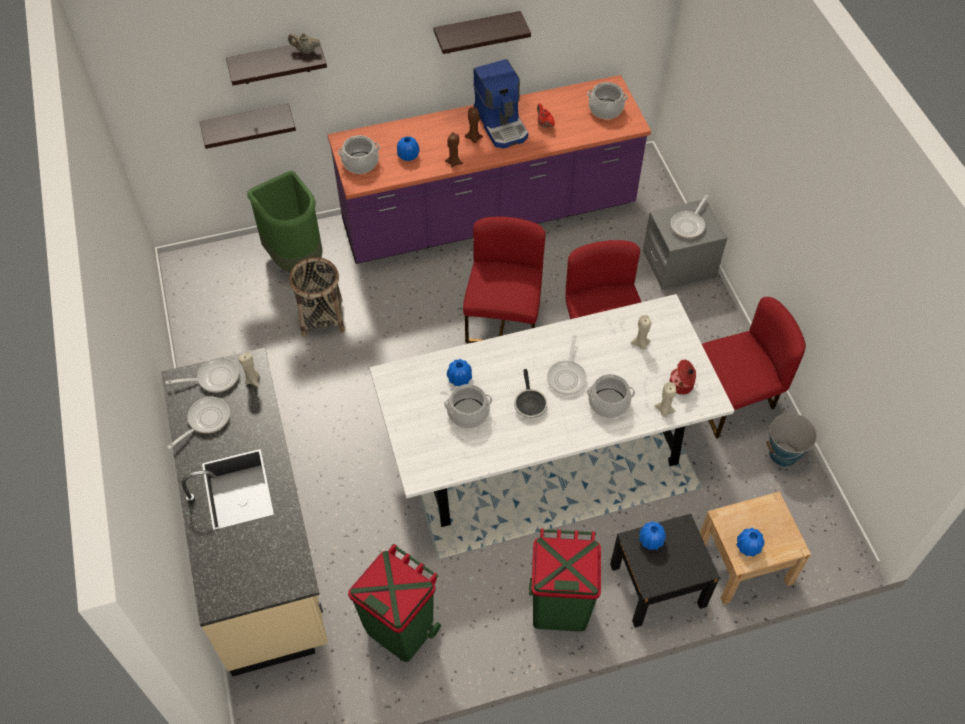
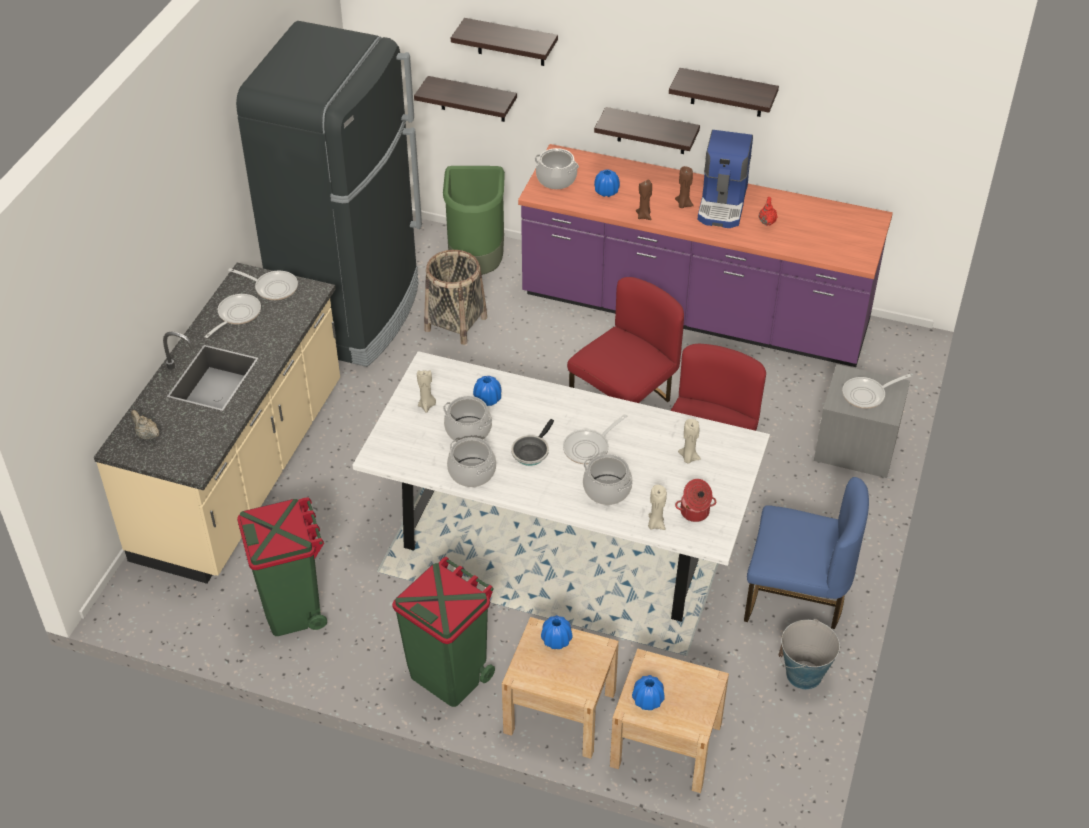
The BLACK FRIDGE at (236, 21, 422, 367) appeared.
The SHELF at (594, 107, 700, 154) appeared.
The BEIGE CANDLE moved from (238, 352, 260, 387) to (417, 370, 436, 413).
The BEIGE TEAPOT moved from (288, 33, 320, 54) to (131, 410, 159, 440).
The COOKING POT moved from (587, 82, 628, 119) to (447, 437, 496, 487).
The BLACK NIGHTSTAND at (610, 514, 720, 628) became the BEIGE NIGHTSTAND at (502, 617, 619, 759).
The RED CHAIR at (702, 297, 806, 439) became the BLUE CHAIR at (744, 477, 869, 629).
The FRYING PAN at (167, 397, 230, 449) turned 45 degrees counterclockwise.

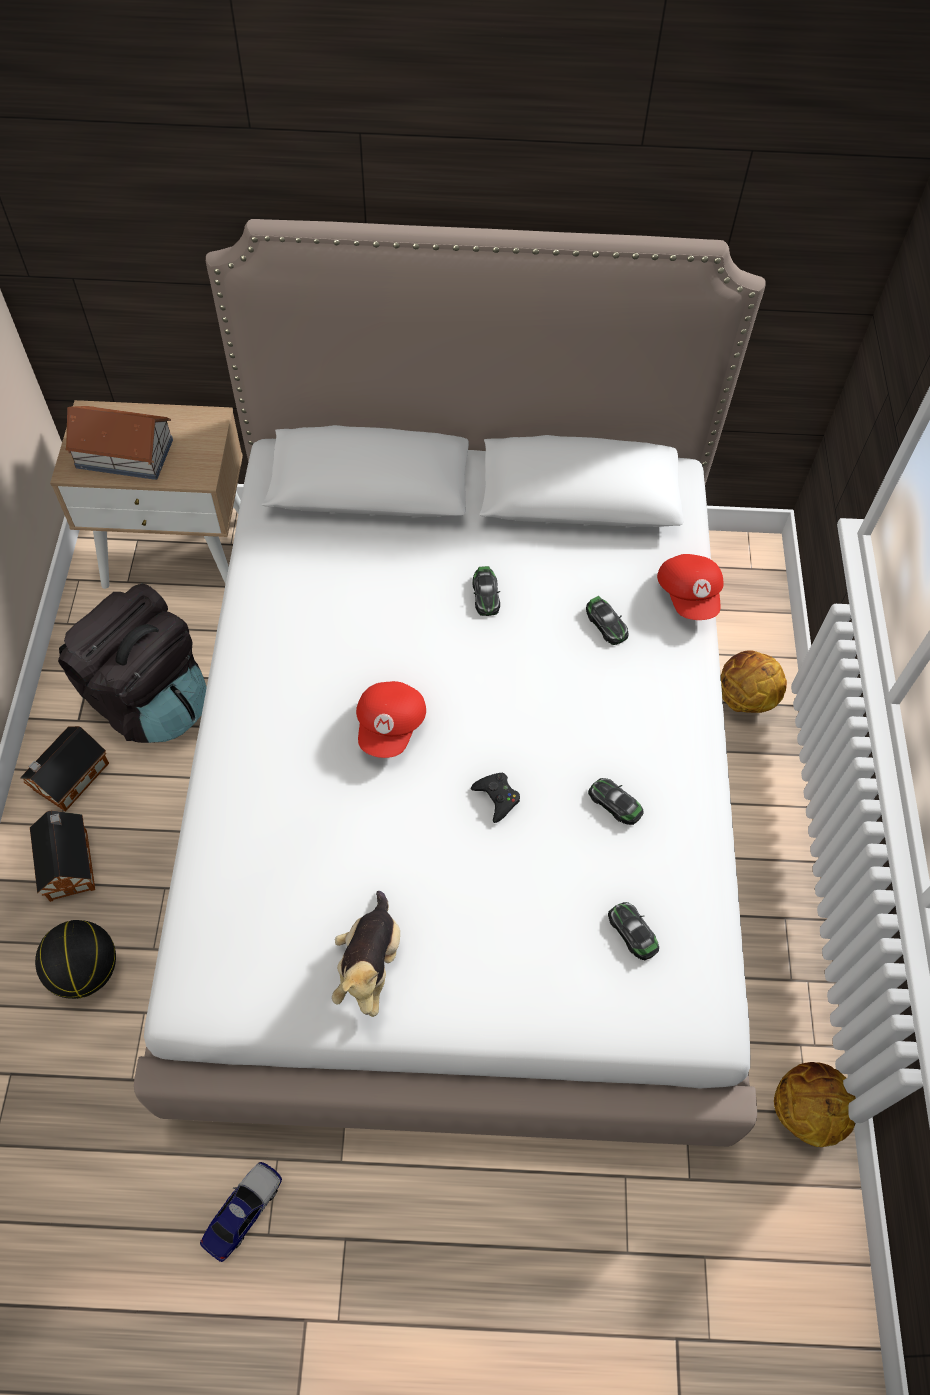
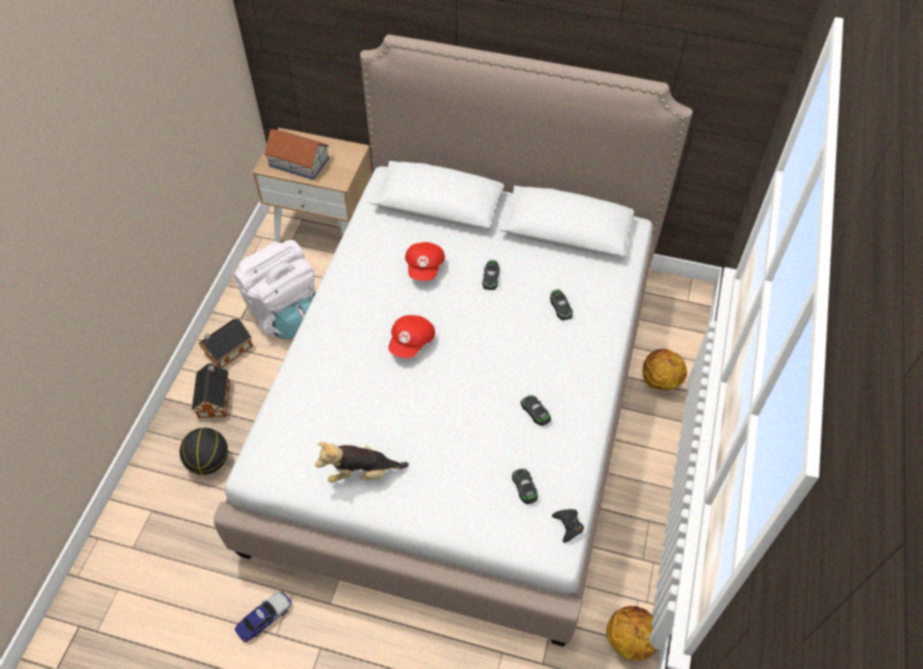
The BLACK GAME CONTROLLER moved from (471, 773, 520, 823) to (552, 509, 584, 543).
The RED CAP moved from (657, 554, 724, 620) to (405, 242, 445, 281).
The BLACK BACKPACK at (58, 584, 207, 743) became the WHITE BACKPACK at (233, 240, 315, 339).
The PLUSH TOY at (332, 891, 400, 1017) turned 60 degrees clockwise.

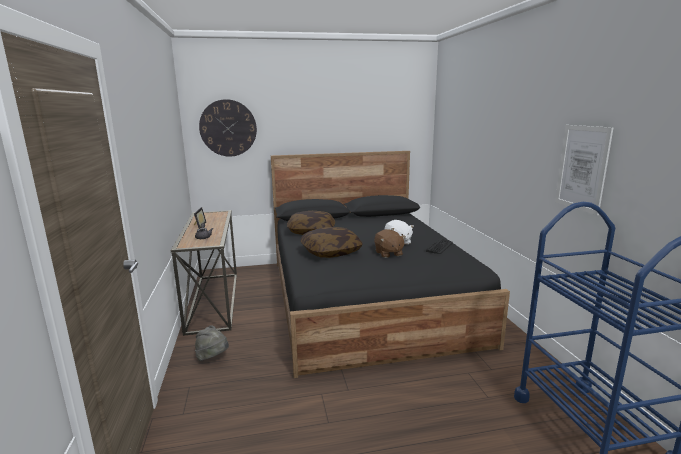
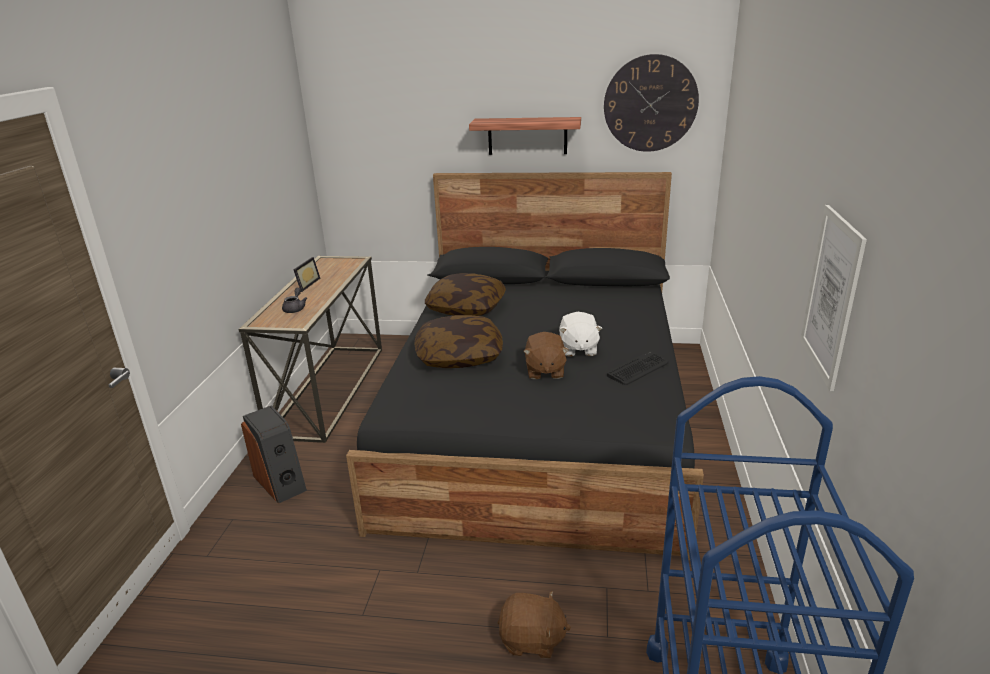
The SHELF at (469, 117, 581, 155) appeared.
The BROWN PLUSH TOY at (498, 591, 571, 658) appeared.
The WALL CLOCK moved from (199, 99, 257, 157) to (604, 54, 699, 152).
The GREY HAT at (195, 325, 229, 361) was replaced by the SPEAKER at (241, 405, 307, 504).

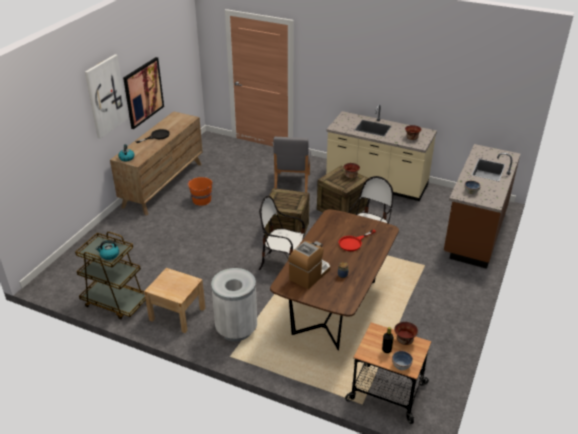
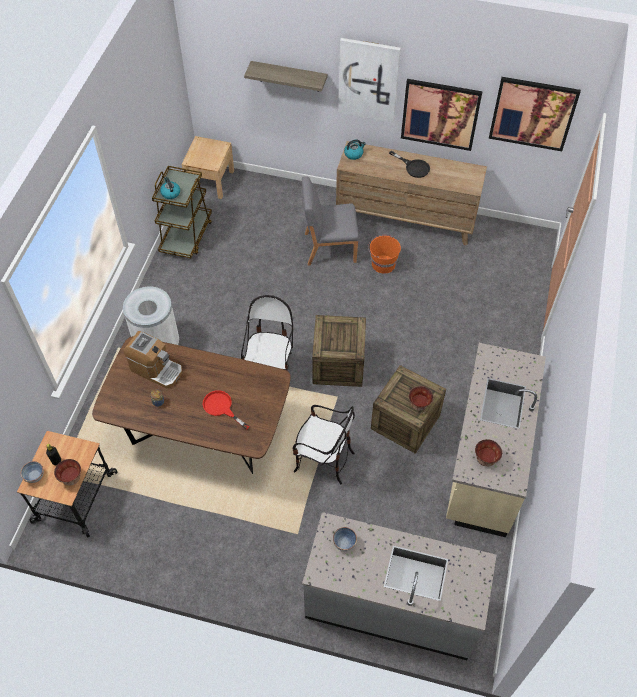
The SHELF at (244, 61, 328, 92) appeared.
The PICTURE at (489, 77, 581, 151) appeared.
The BEIGE NIGHTSTAND moved from (144, 268, 205, 333) to (181, 136, 234, 199).
The GREY CHAIR moved from (273, 137, 311, 193) to (302, 176, 359, 266).
The BROWN COUNTER at (444, 144, 520, 269) became the GREY COUNTER at (302, 512, 497, 660).

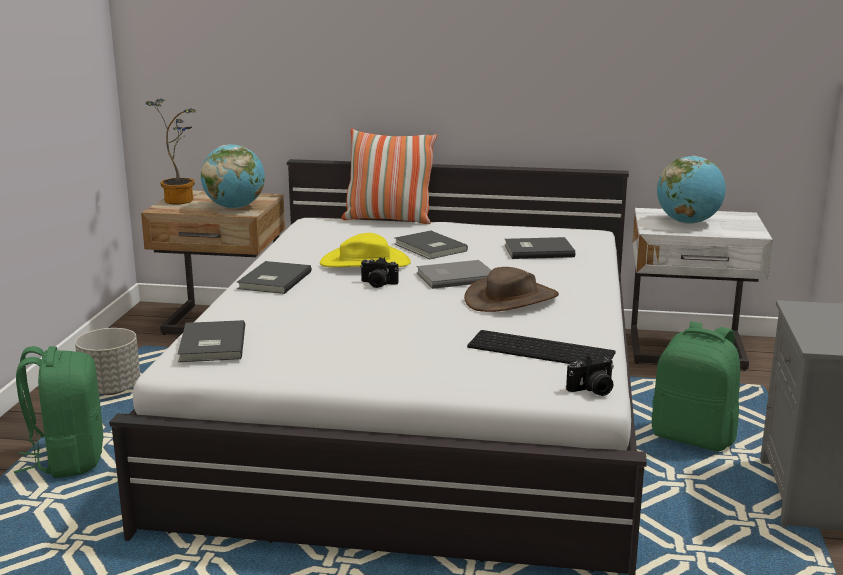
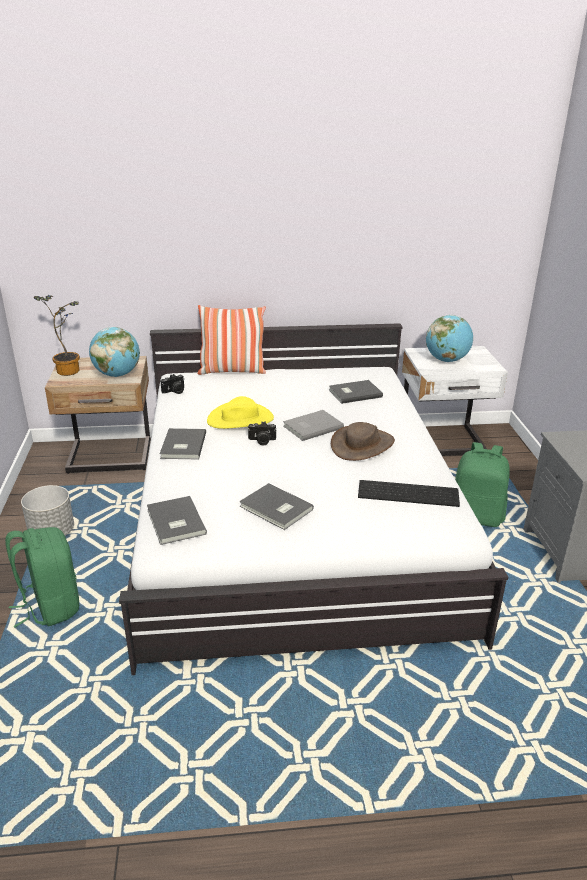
The GREY BOOK moved from (395, 230, 468, 259) to (239, 483, 314, 530).
The PHOTO CAMERA moved from (566, 355, 614, 396) to (161, 374, 184, 394).

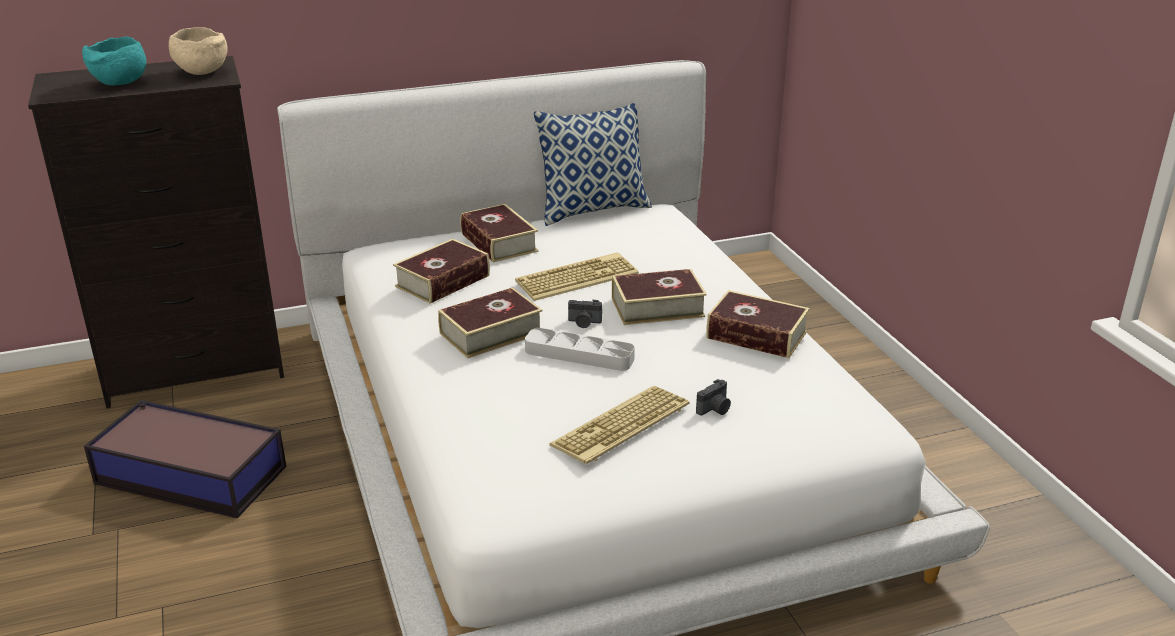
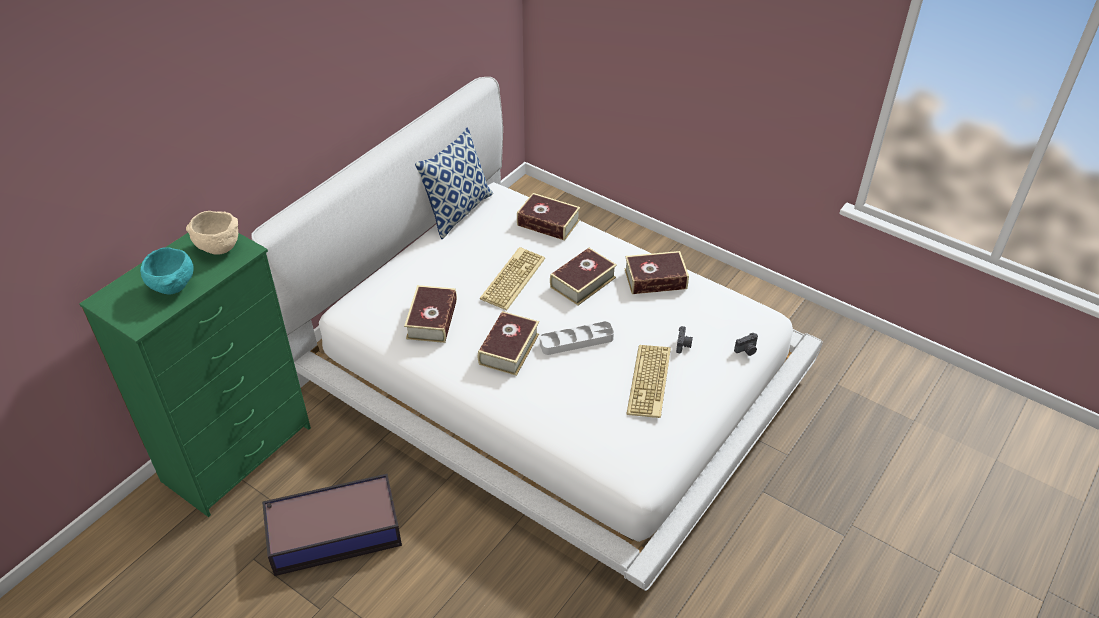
The BOOK moved from (460, 204, 538, 262) to (517, 193, 580, 241).
The PHOTO CAMERA moved from (568, 300, 602, 328) to (734, 333, 758, 356).
The BLACK DRESSER at (28, 56, 284, 408) became the GREEN DRESSER at (79, 233, 311, 517).

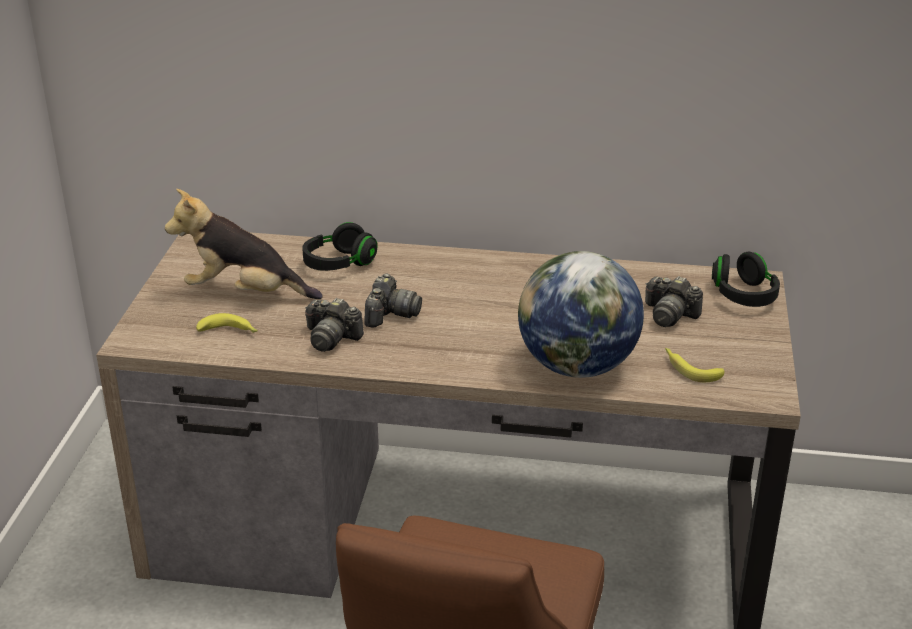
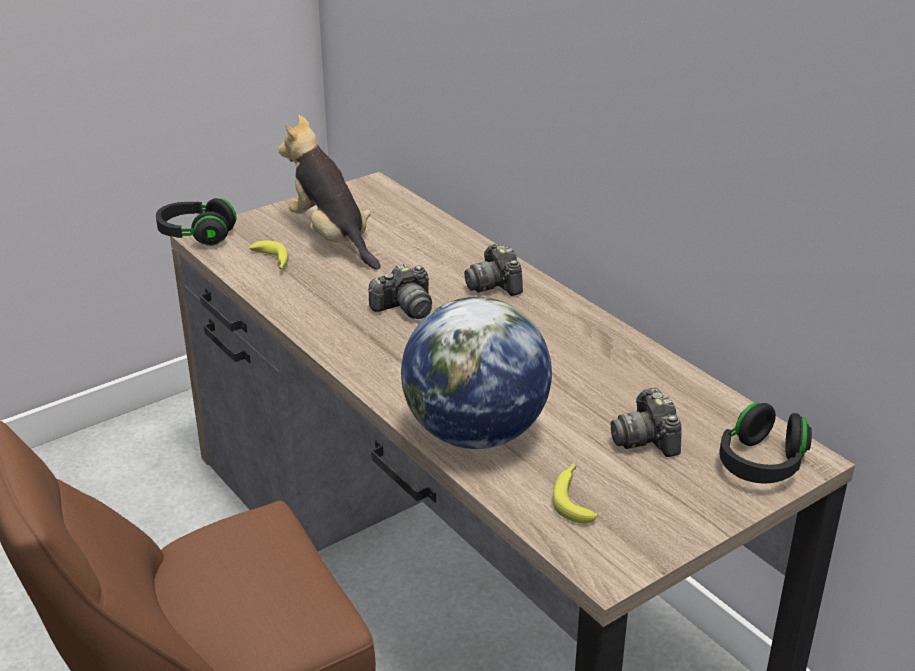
The BLACK HEADPHONES moved from (302, 222, 377, 271) to (156, 198, 237, 246).
The PHOTO CAMERA moved from (305, 298, 364, 352) to (464, 243, 523, 296).

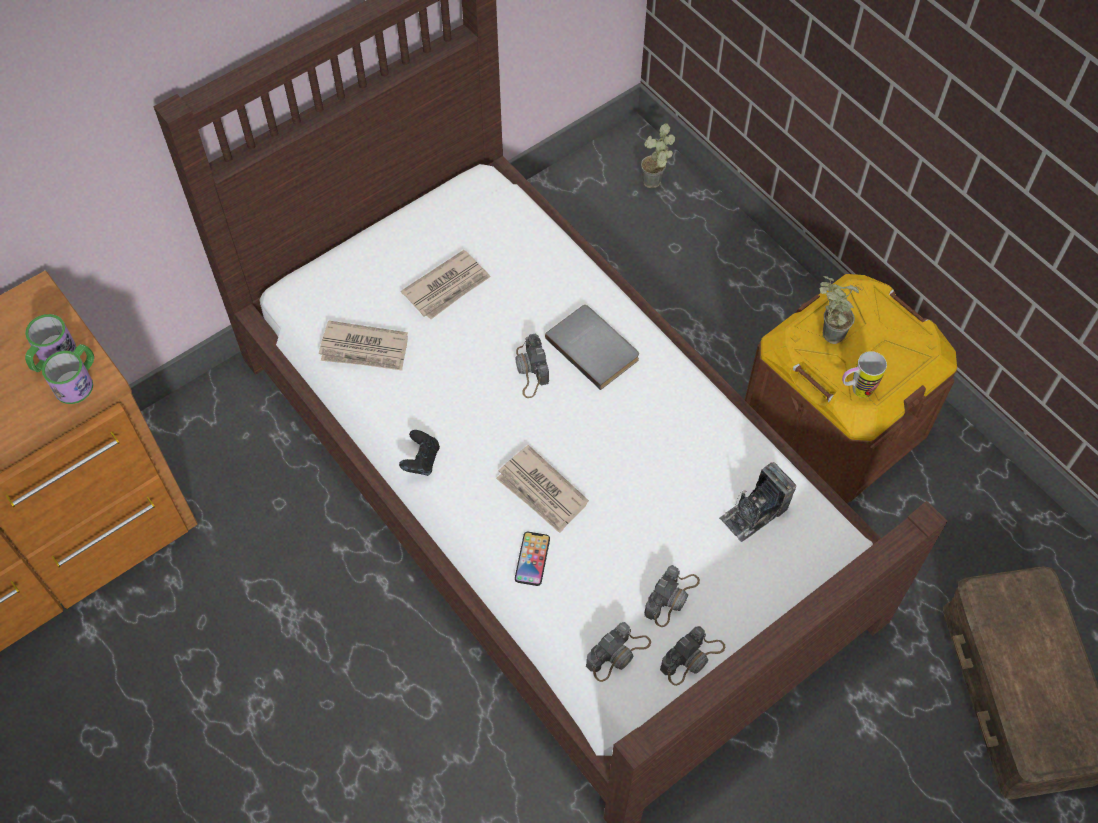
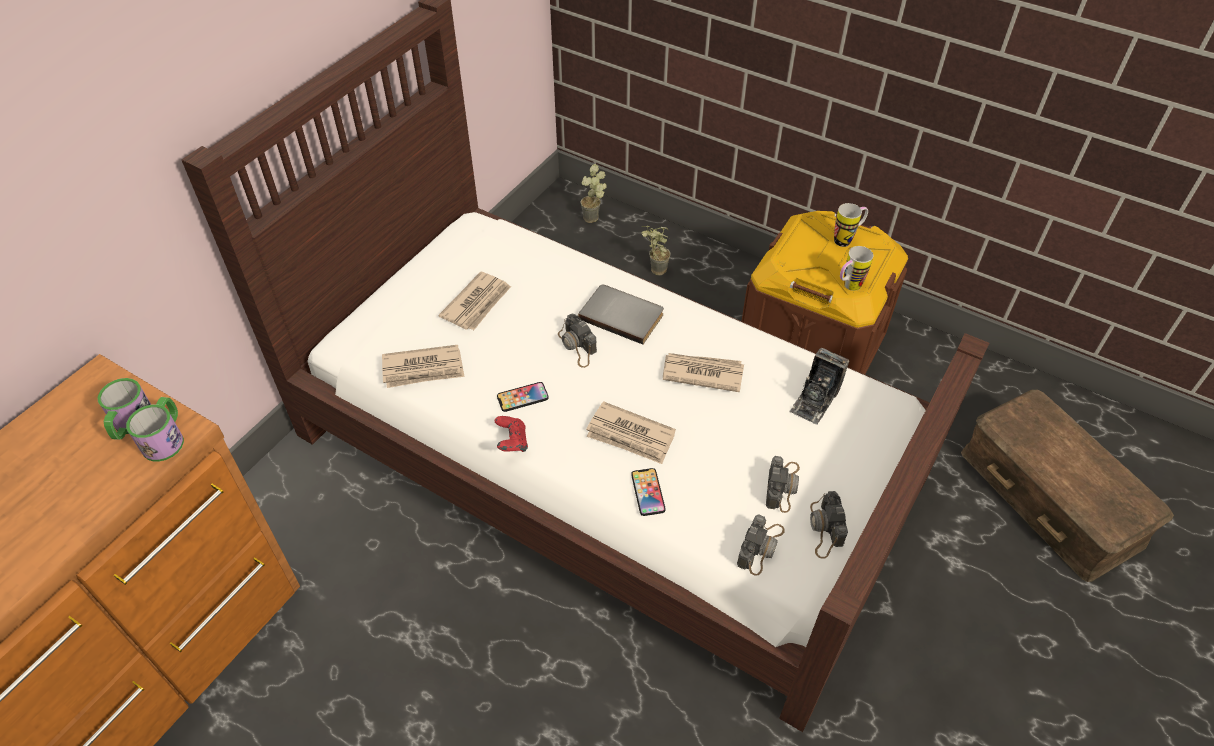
The PHONE at (497, 382, 549, 412) appeared.
The NEWSPAPER at (663, 353, 744, 392) appeared.
The MUG at (834, 203, 868, 247) appeared.
The POTTED PLANT moved from (820, 276, 859, 344) to (641, 226, 671, 275).
The BLACK GAME CONTROLLER at (399, 430, 440, 476) became the RED GAME CONTROLLER at (495, 416, 528, 452).
The PHOTO CAMERA at (660, 626, 725, 686) turned 150 degrees clockwise.

